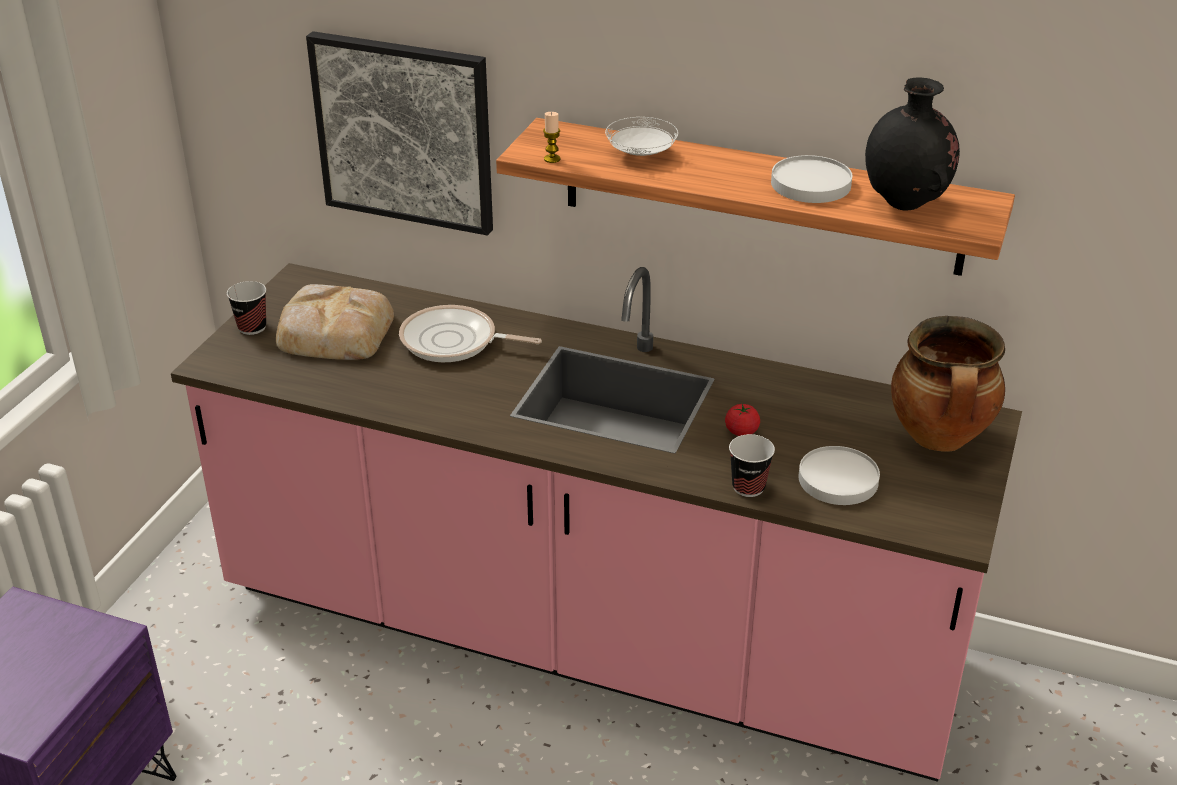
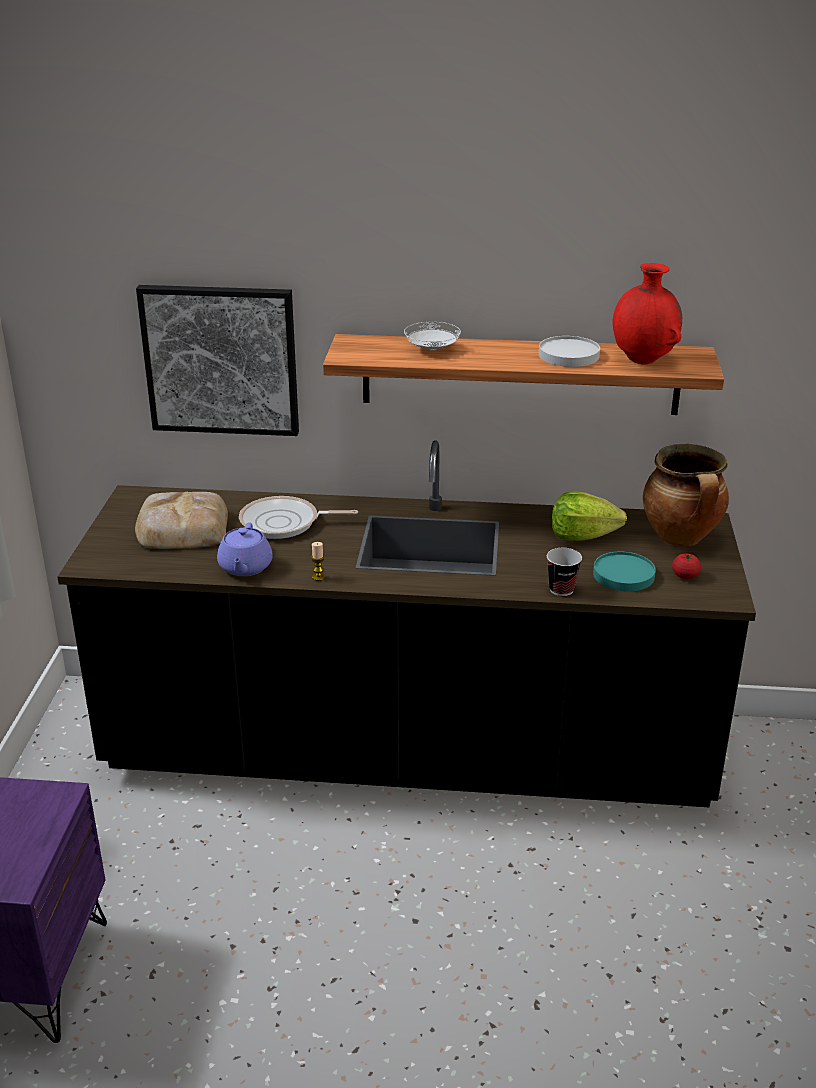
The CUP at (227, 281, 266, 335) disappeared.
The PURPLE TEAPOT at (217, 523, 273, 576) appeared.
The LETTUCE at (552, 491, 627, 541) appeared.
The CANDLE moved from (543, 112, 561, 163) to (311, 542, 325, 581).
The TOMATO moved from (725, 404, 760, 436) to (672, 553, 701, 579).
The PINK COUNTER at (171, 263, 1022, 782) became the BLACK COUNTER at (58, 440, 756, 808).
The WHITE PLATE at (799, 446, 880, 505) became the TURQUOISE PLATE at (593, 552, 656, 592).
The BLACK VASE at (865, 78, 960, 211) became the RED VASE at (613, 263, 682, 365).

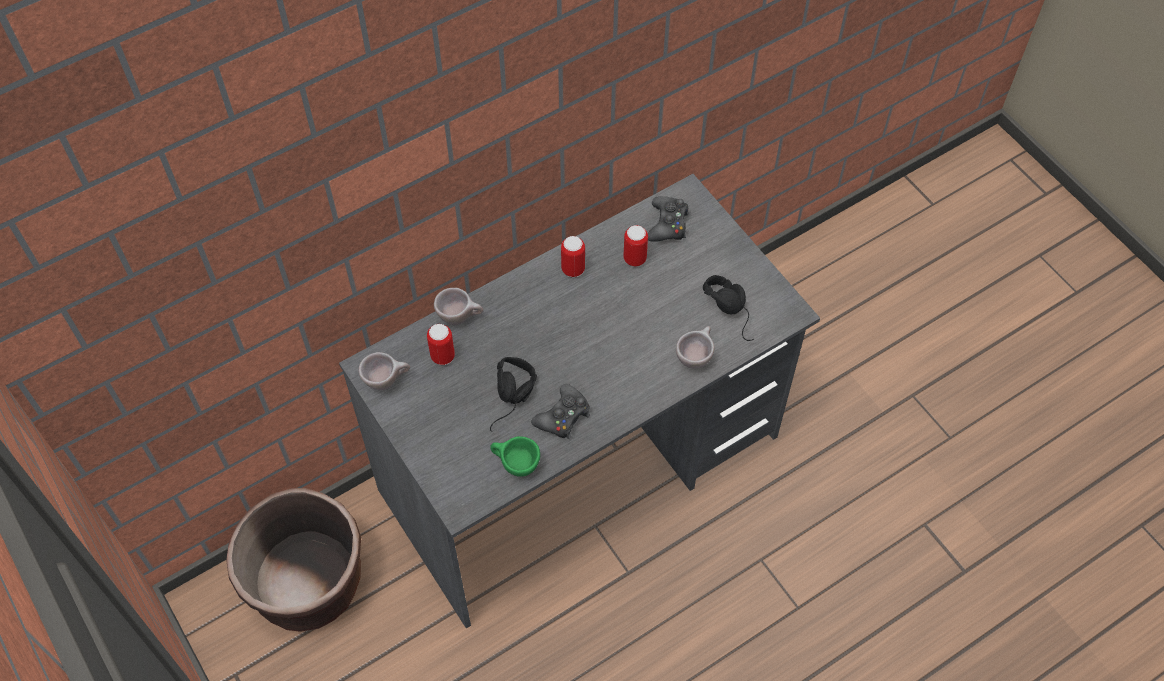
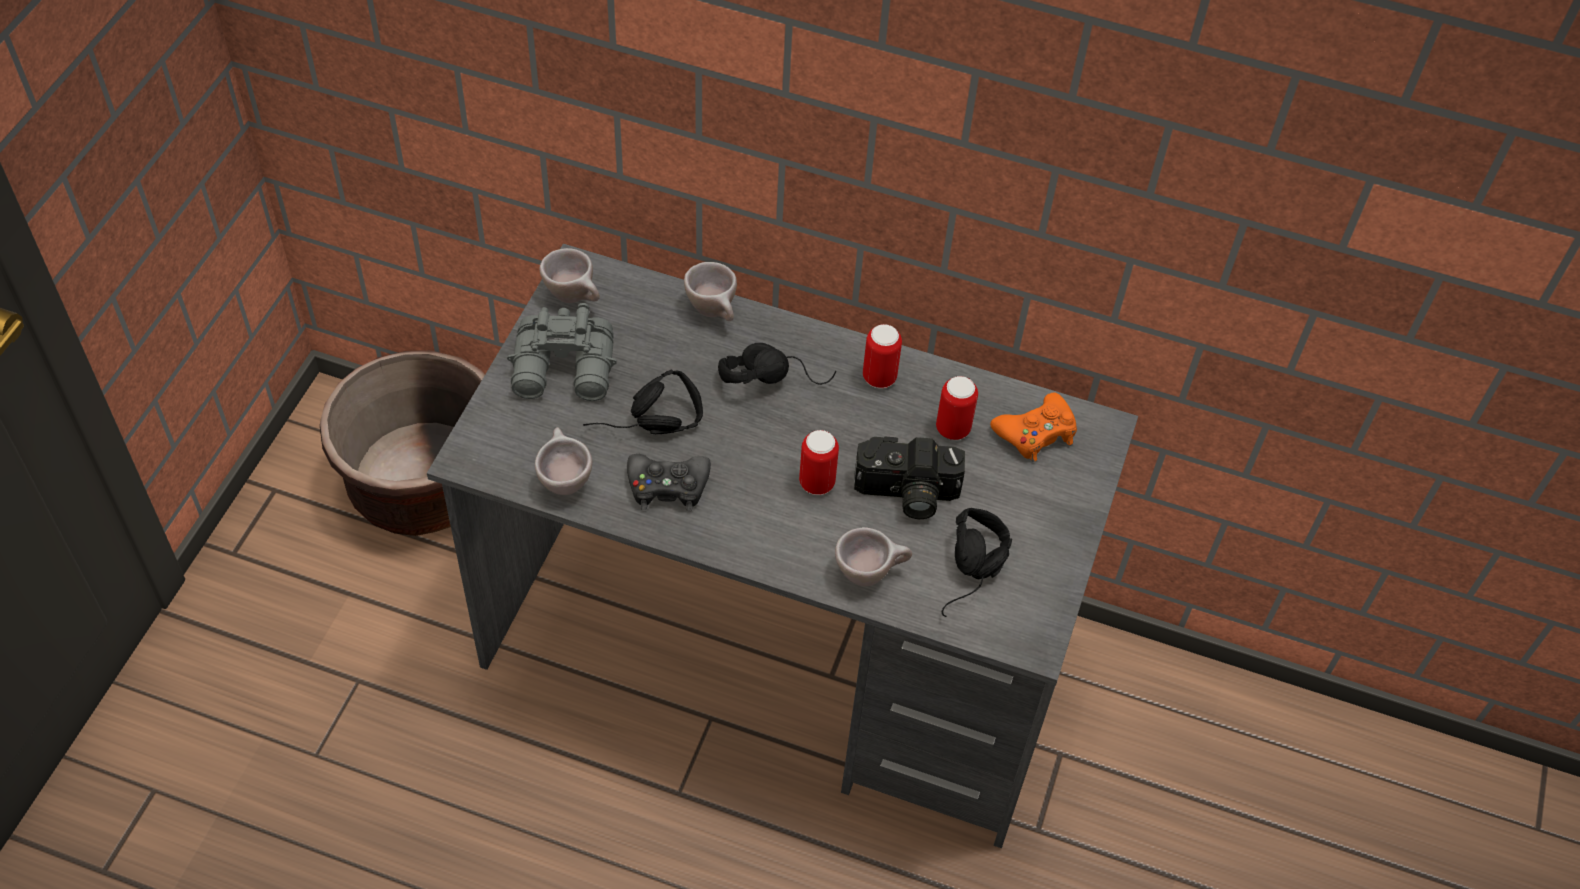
The GREY BINOCULARS at (507, 303, 617, 401) appeared.
The BLACK HEADPHONES at (718, 343, 836, 385) appeared.
The PHOTO CAMERA at (854, 437, 965, 519) appeared.
The CAN moved from (427, 324, 455, 365) to (799, 430, 839, 495).
The GREEN CUP at (490, 436, 540, 477) became the BEIGE CUP at (535, 427, 592, 495).
The BLACK GAME CONTROLLER at (648, 196, 689, 242) became the ORANGE GAME CONTROLLER at (990, 392, 1077, 462).

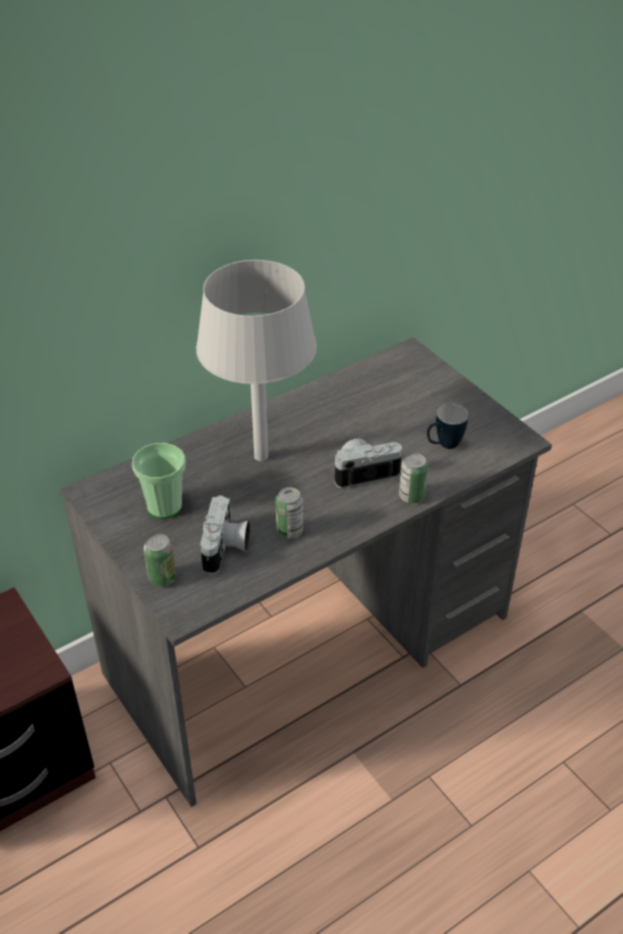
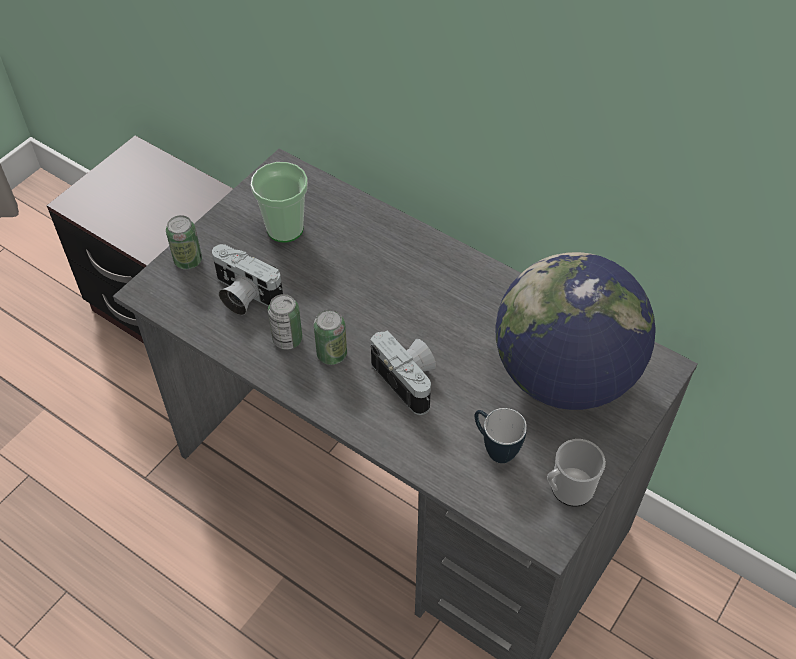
The GREY TABLE LAMP at (196, 260, 317, 461) disappeared.
The GLOBE at (495, 252, 656, 410) appeared.
The MUG at (547, 439, 606, 507) appeared.
The CAN moved from (399, 453, 428, 503) to (314, 309, 347, 365).
The PHOTO CAMERA at (200, 495, 250, 575) turned 45 degrees clockwise.

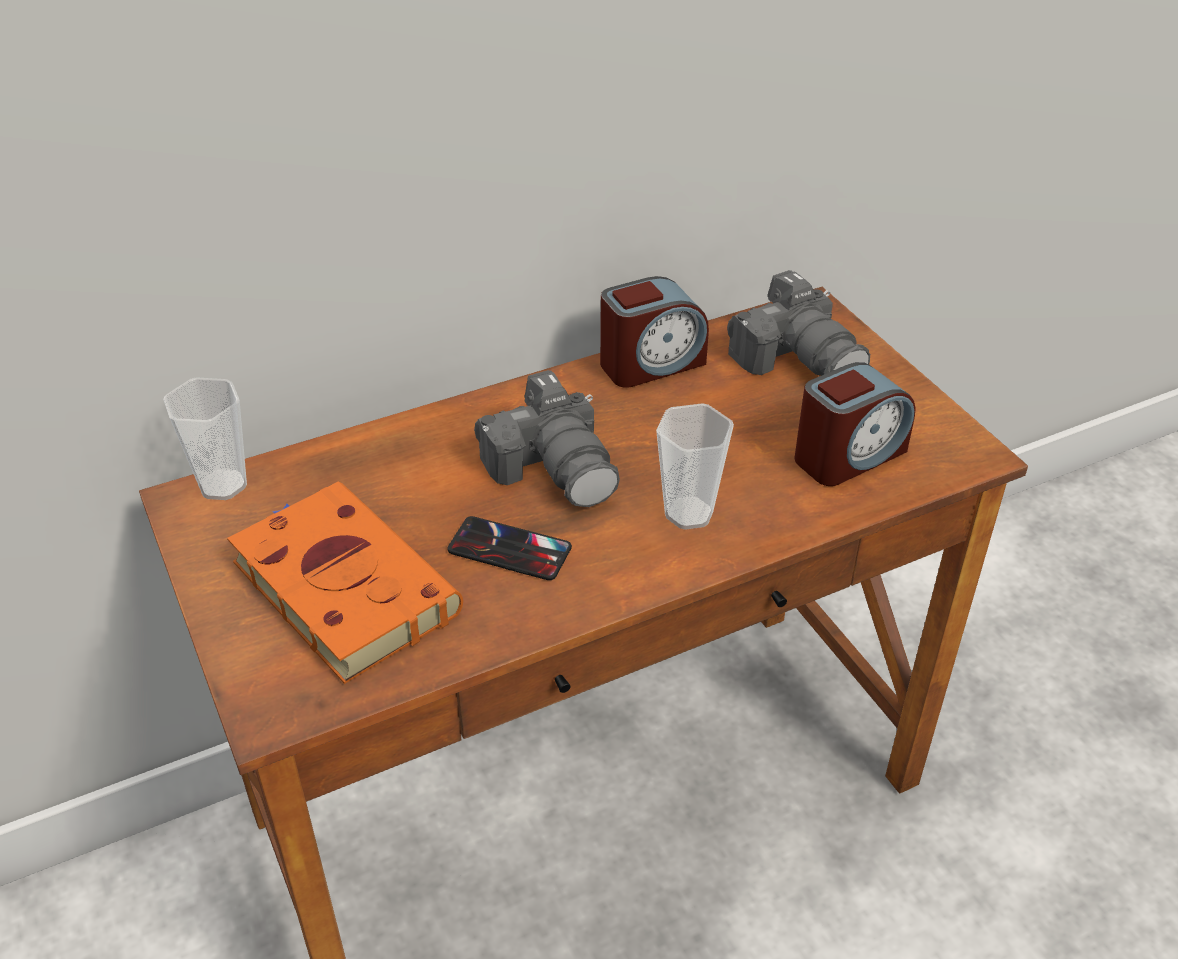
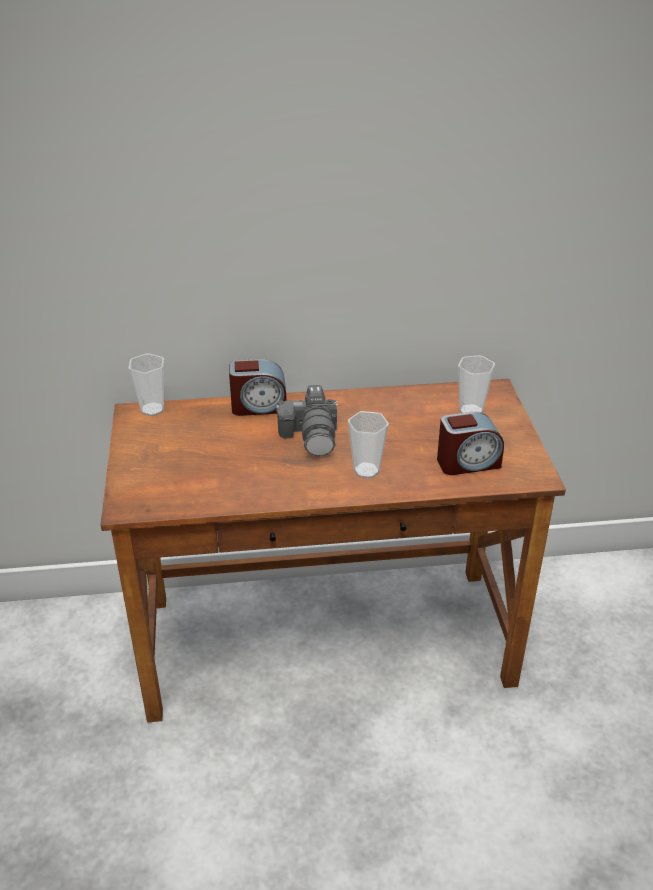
The ORANGE BOOK at (227, 482, 463, 684) disappeared.
The PHONE at (447, 516, 572, 580) disappeared.
The ALARM CLOCK moved from (600, 276, 709, 388) to (229, 359, 286, 416).
The PHOTO CAMERA at (727, 270, 870, 376) was replaced by the CUP at (458, 355, 495, 413).

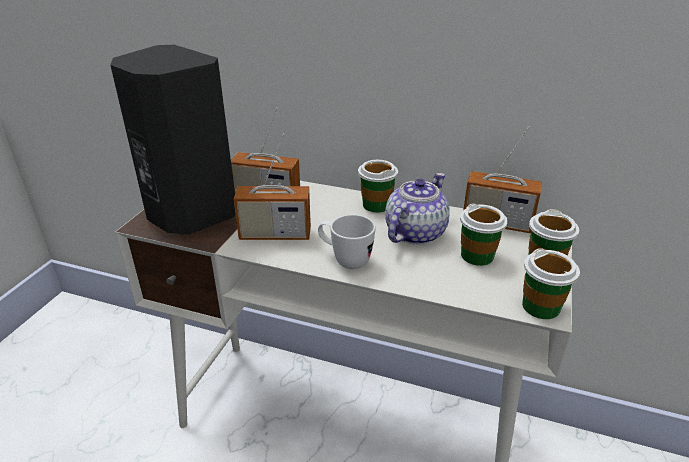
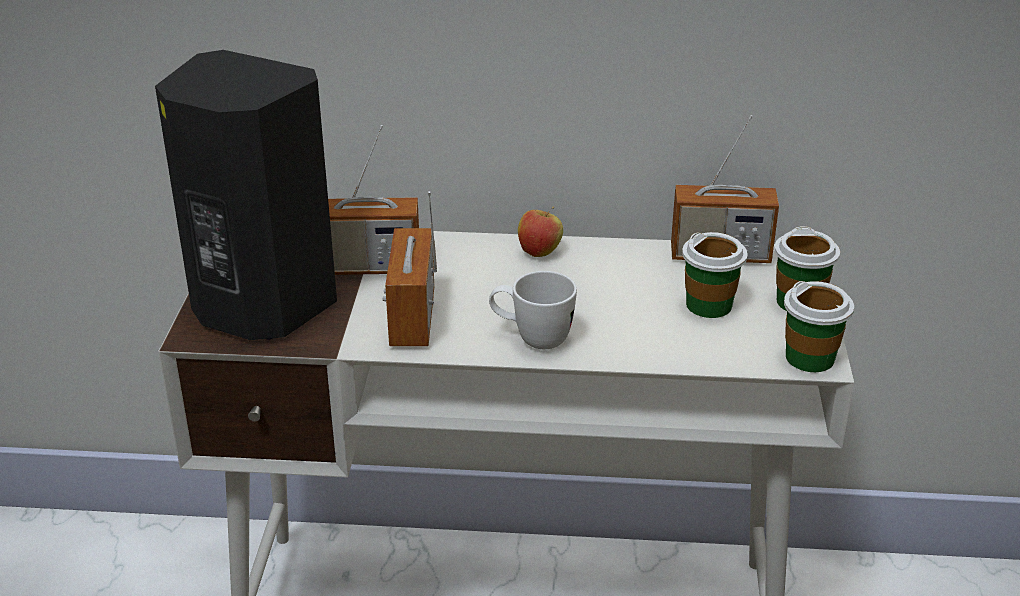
The TEAPOT at (385, 173, 450, 245) disappeared.
The CUP at (358, 160, 398, 213) was replaced by the APPLE at (518, 207, 563, 257).
The RADIO at (234, 134, 311, 240) turned 105 degrees clockwise.

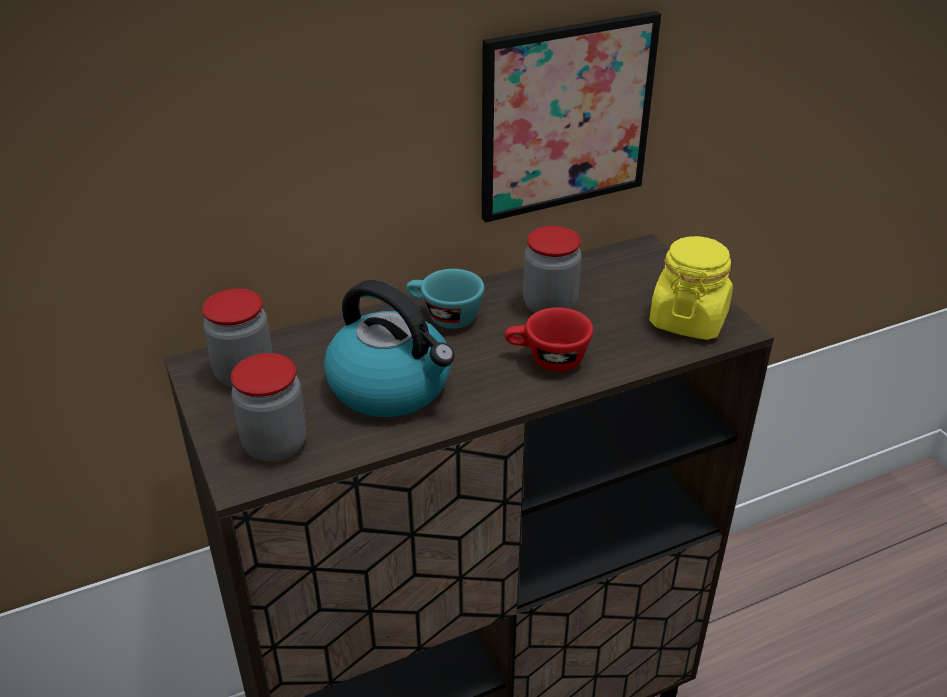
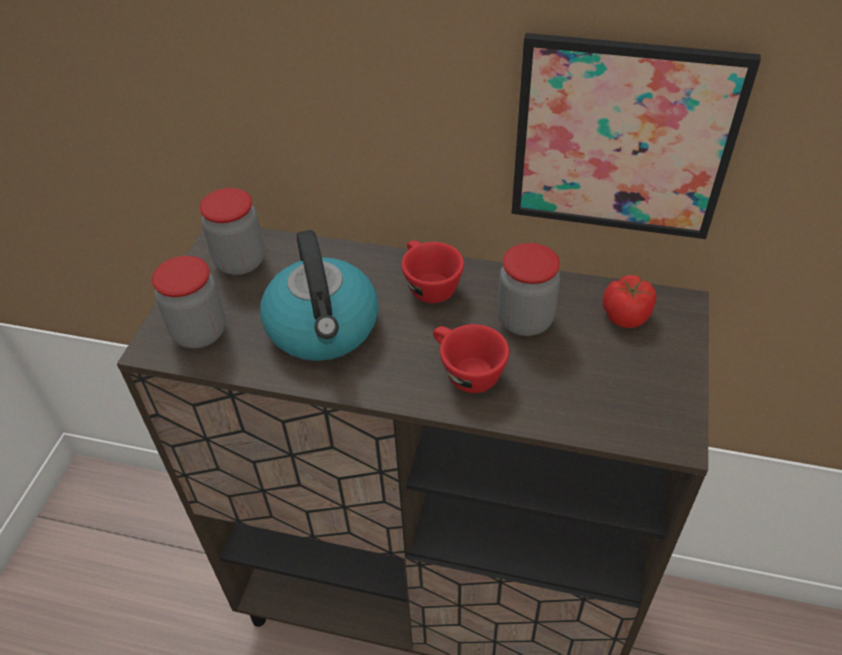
The YELLOW JAR at (649, 236, 733, 340) disappeared.
The TOMATO at (603, 275, 656, 328) appeared.
The TURQUOISE CUP at (406, 269, 484, 329) became the RED CUP at (401, 240, 464, 303).

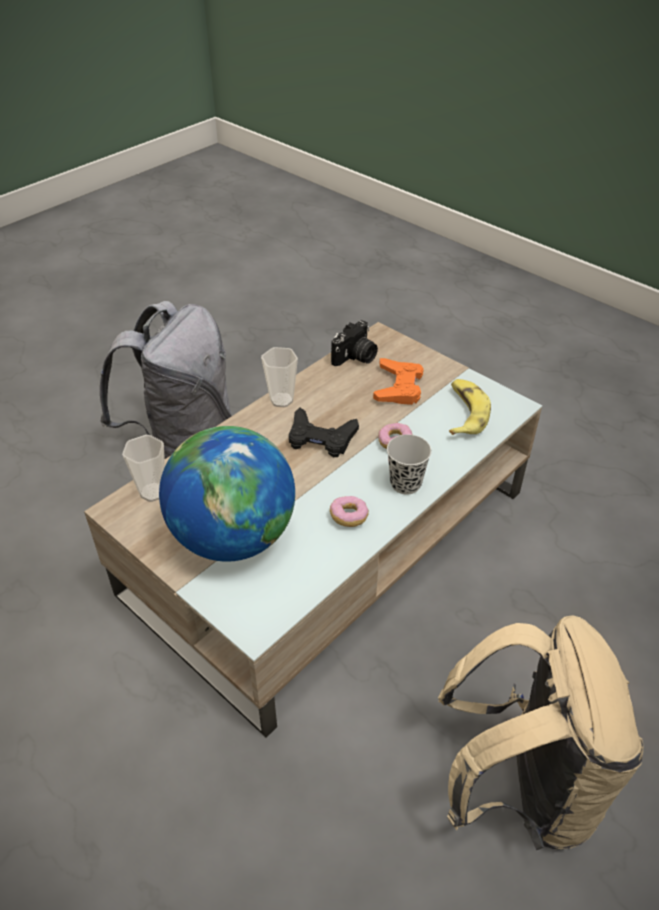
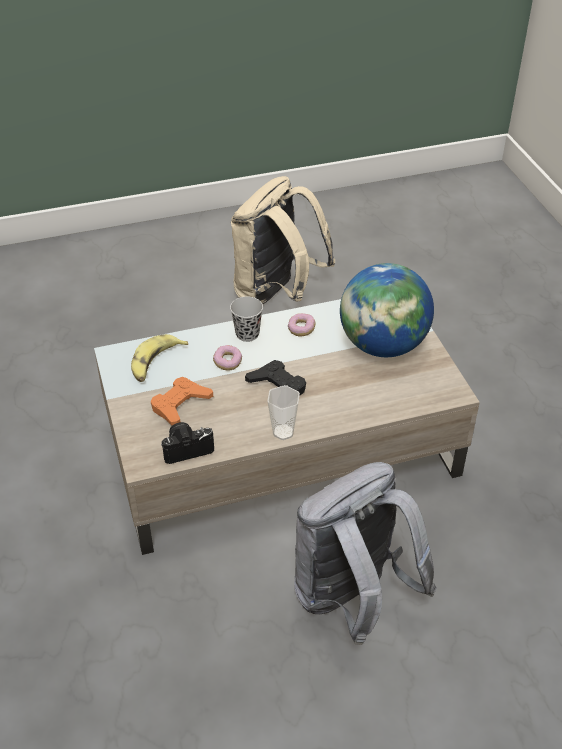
The CUP at (122, 435, 165, 502) disappeared.

